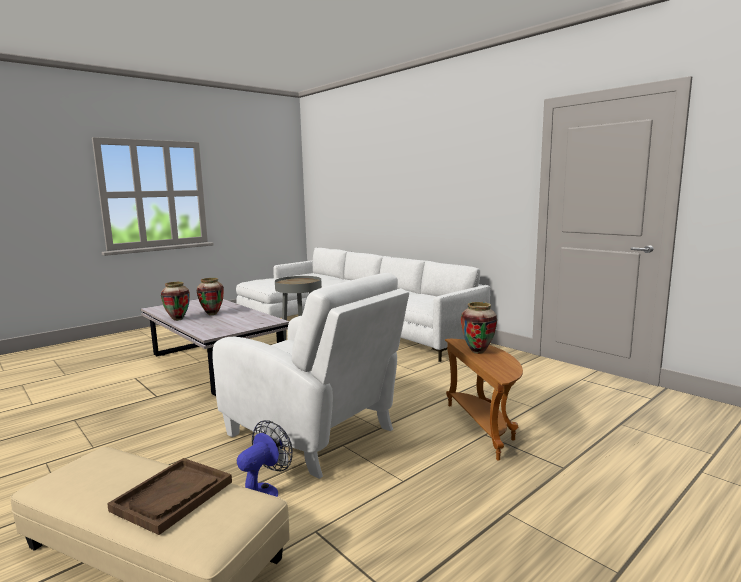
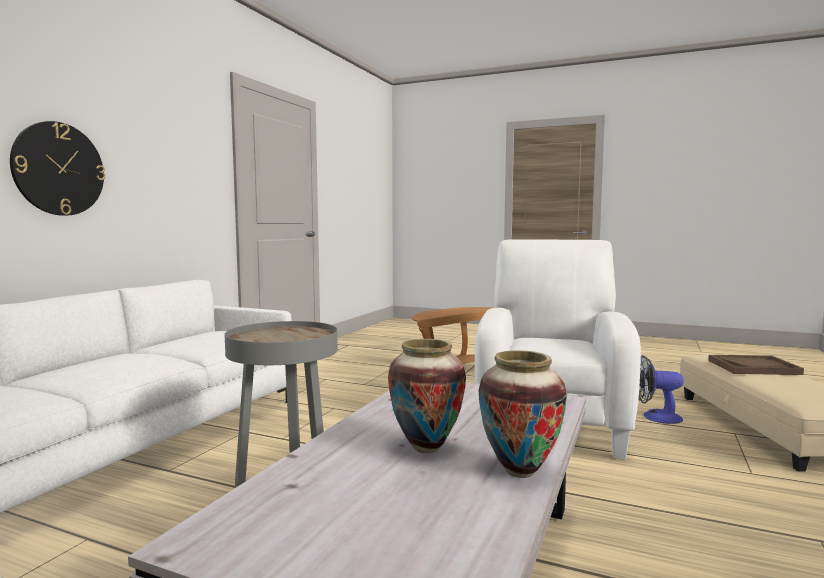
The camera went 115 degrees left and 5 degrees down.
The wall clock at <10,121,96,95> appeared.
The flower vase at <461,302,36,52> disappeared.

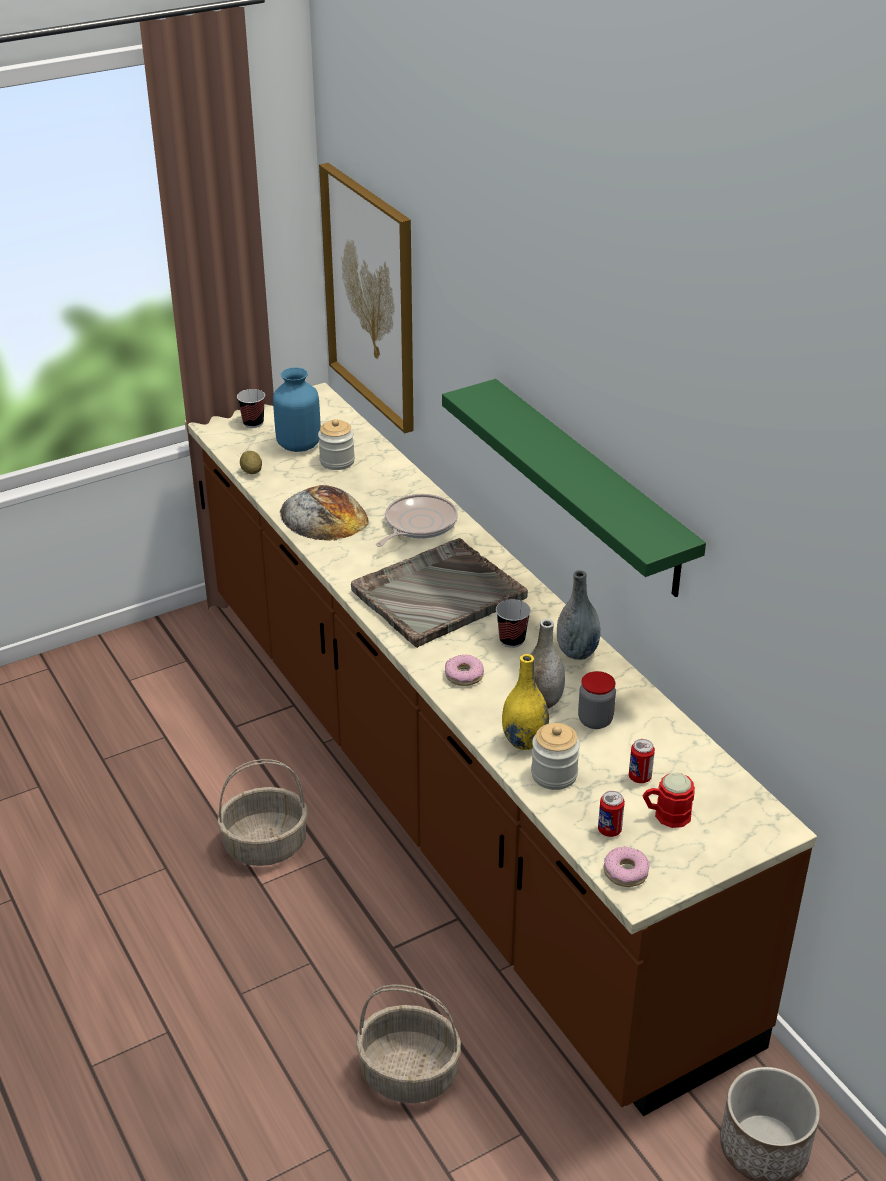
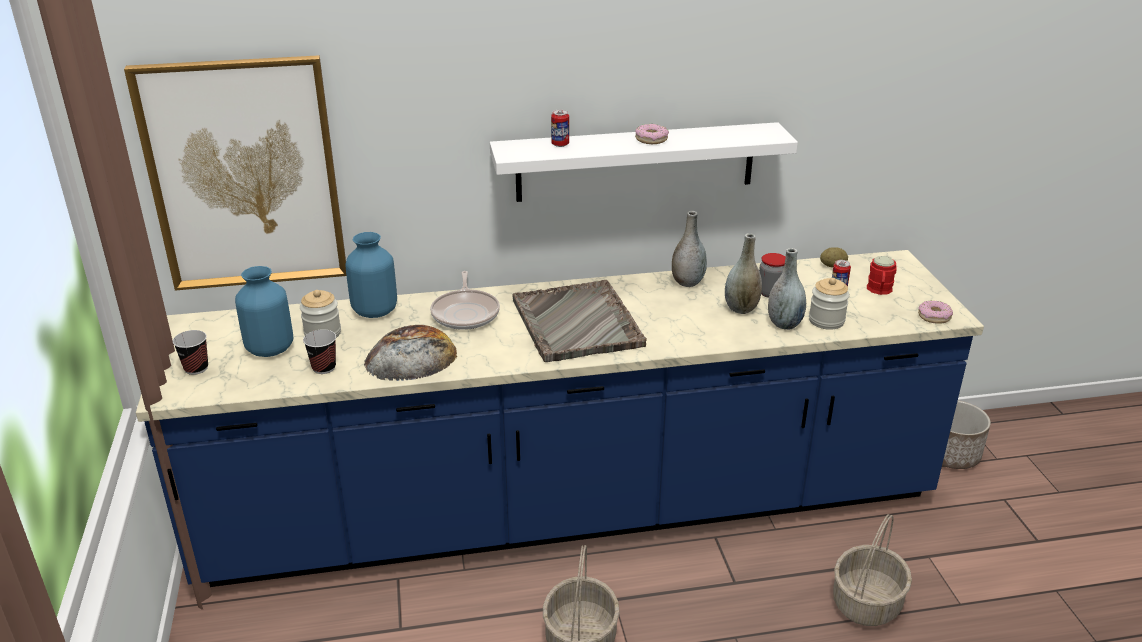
The camera went 70 degrees left and 5 degrees down.
The kitchen counter in brownish at <185,383,632,733> became the kitchen counter in bluish at <136,250,848,337>.
The cup moved from <496,599,35,49> to <303,329,33,45>.
The flower vase in bluish at <346,232,51,86> appeared.
The frying pan at <376,494,82,53> turned 150 degrees counterclockwise.
The bracket shelf in green-coloured at <442,379,264,218> became the bracket shelf in white-coloured at <490,122,308,80>.
The metal can moved from <598,791,27,46> to <551,110,18,37>.
The donut moved from <445,654,39,32> to <635,124,34,20>.
The flower vase in yellow at <502,654,47,96> became the flower vase in gray at <768,248,38,82>.
The spud moved from <240,451,22,23> to <820,247,28,20>.

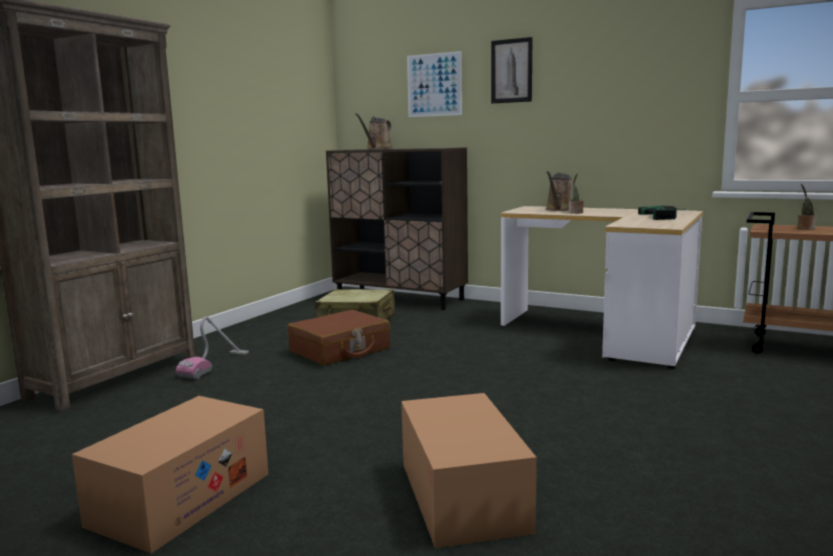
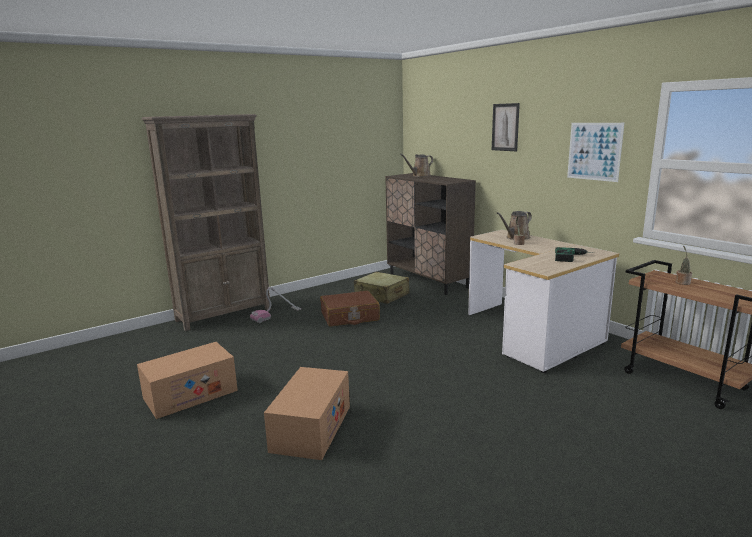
The camera went 25 degrees right and 5 degrees up.
The wall art moved from <407,51,55,66> to <567,123,57,59>.

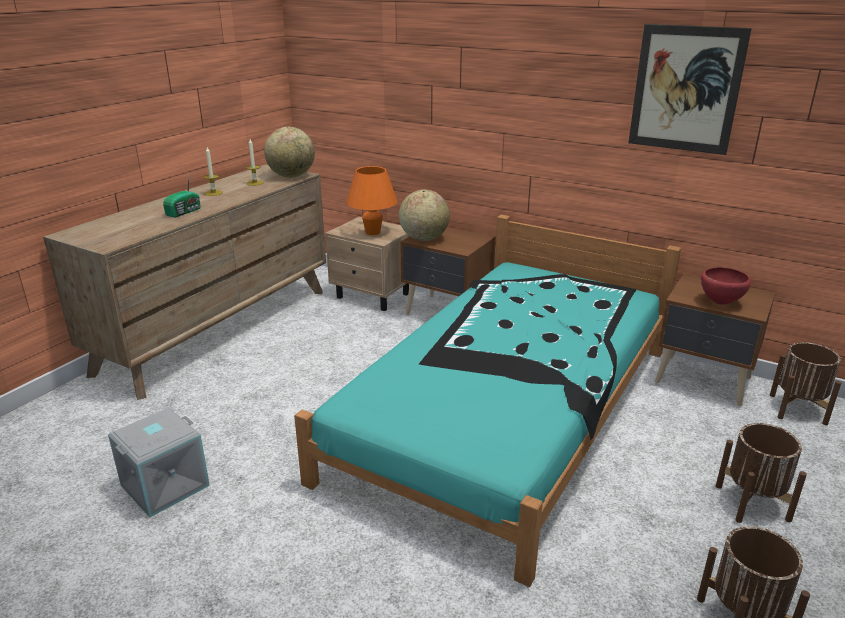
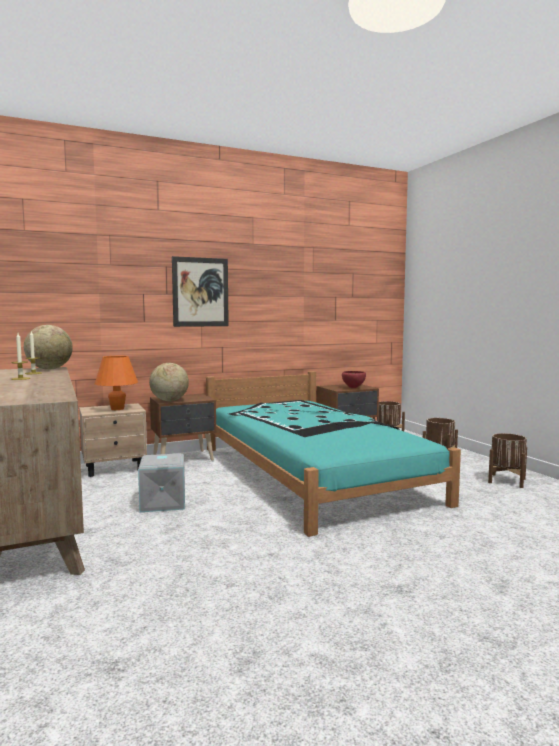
The camera went 55 degrees left and 20 degrees down.
The storage bin in gray moved from <108,408,102,110> to <138,453,47,60>.
The wall art moved from <628,24,124,131> to <172,256,57,71>.
The radio at <163,176,38,42> disappeared.

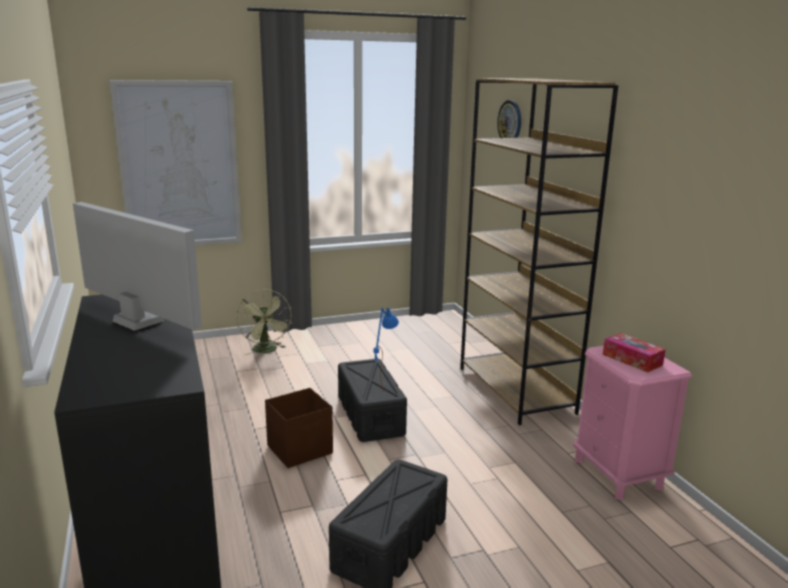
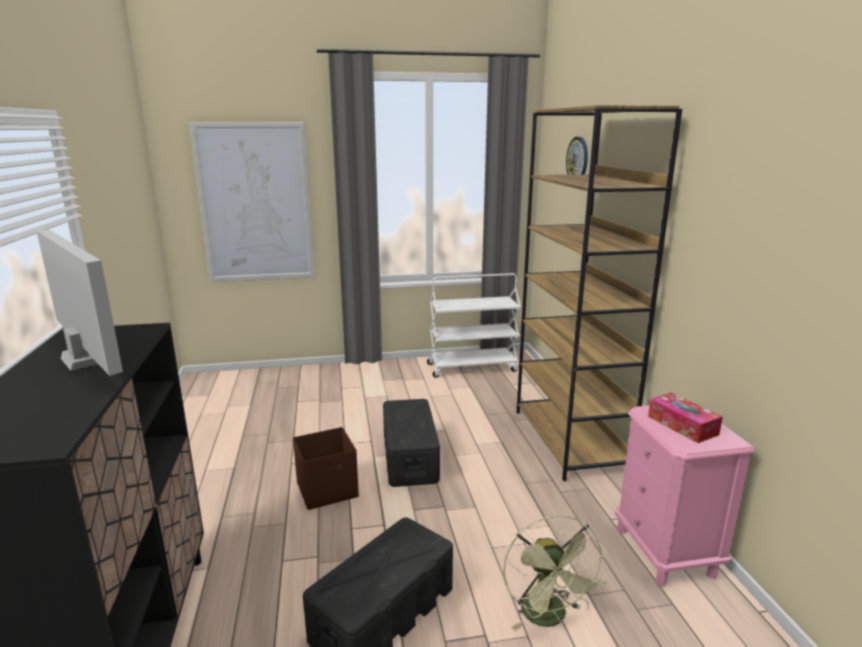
The camera went 10 degrees right and 0 degrees up.
The trolley in white-coloured at <427,273,94,105> appeared.
The cooling fan in green-coloured moved from <236,289,55,66> to <503,515,105,116>.
The tabletop lamp in bluish at <374,307,25,84> disappeared.

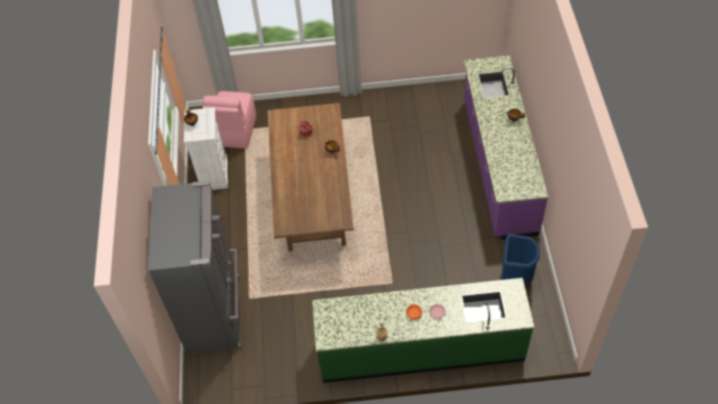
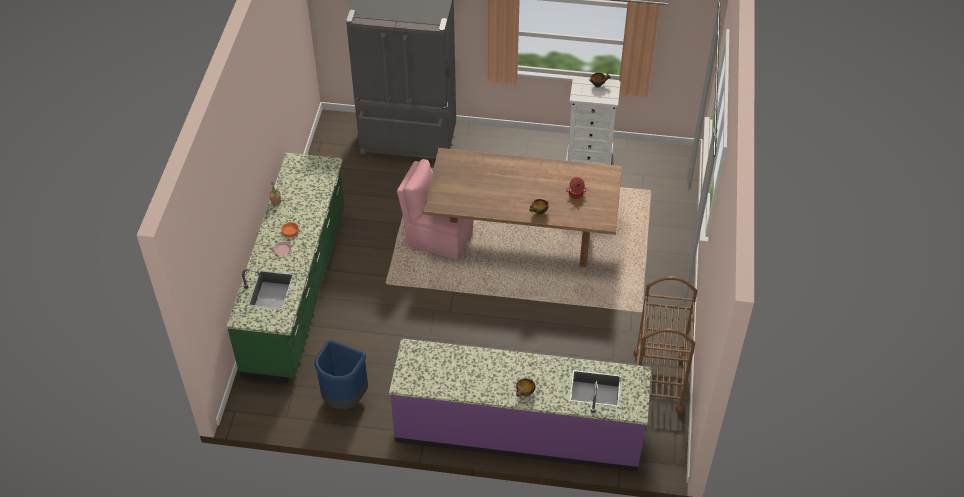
The camera went 100 degrees right and 5 degrees down.
The upright chair in pink moved from <203,91,53,57> to <397,159,76,101>.
The trolley in brownish at <633,276,64,138> appeared.

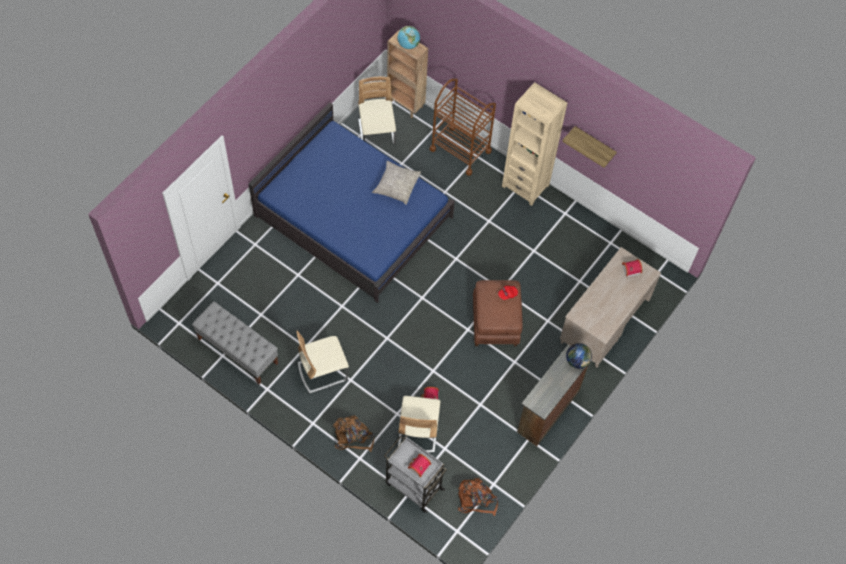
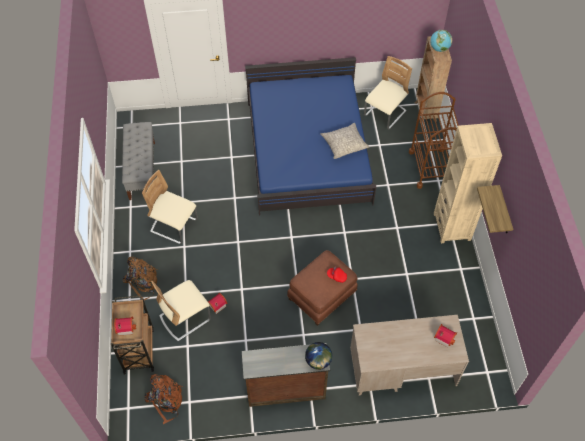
The camera went 50 degrees right and 5 degrees down.
The trolley in gray at <384,436,63,76> became the trolley in brownish at <111,295,43,80>.

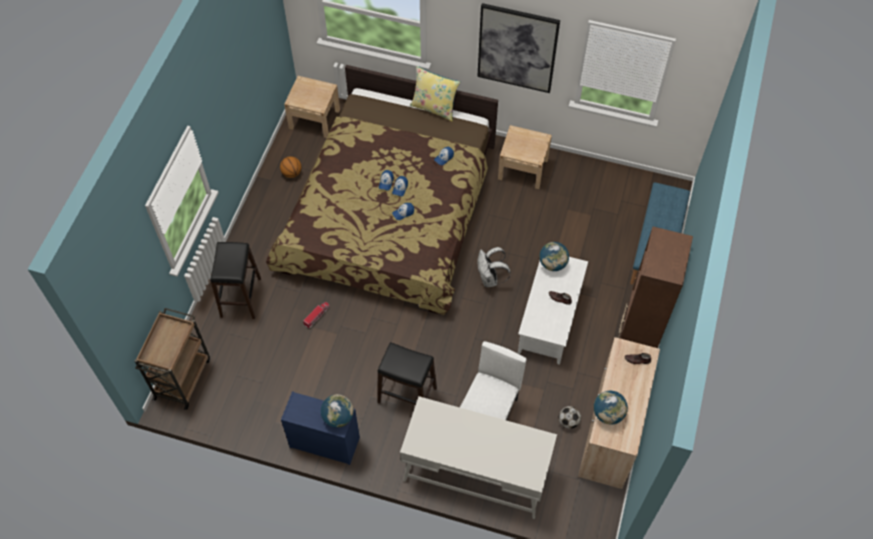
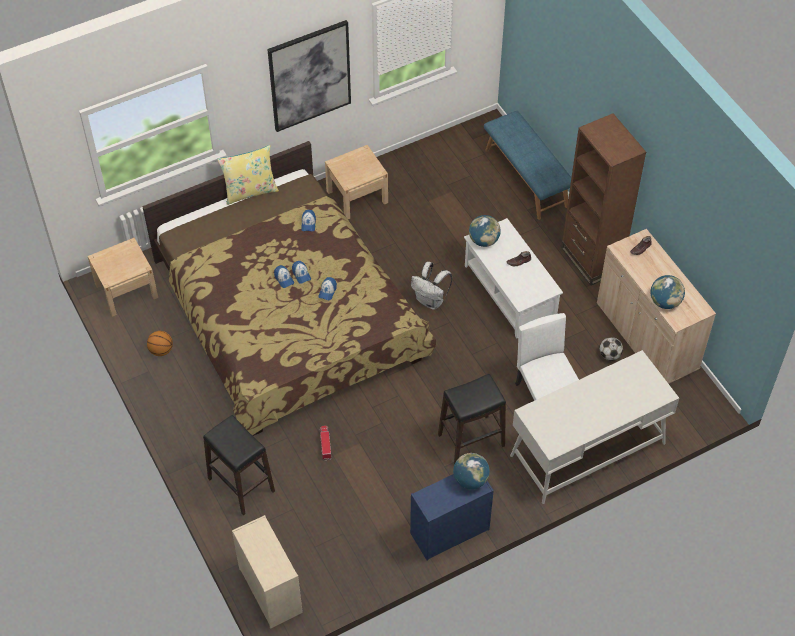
The camera went 45 degrees left and 5 degrees down.
The trolley in brownish at <135,308,75,102> was replaced by the dresser in beige-coloured at <232,515,71,113>.

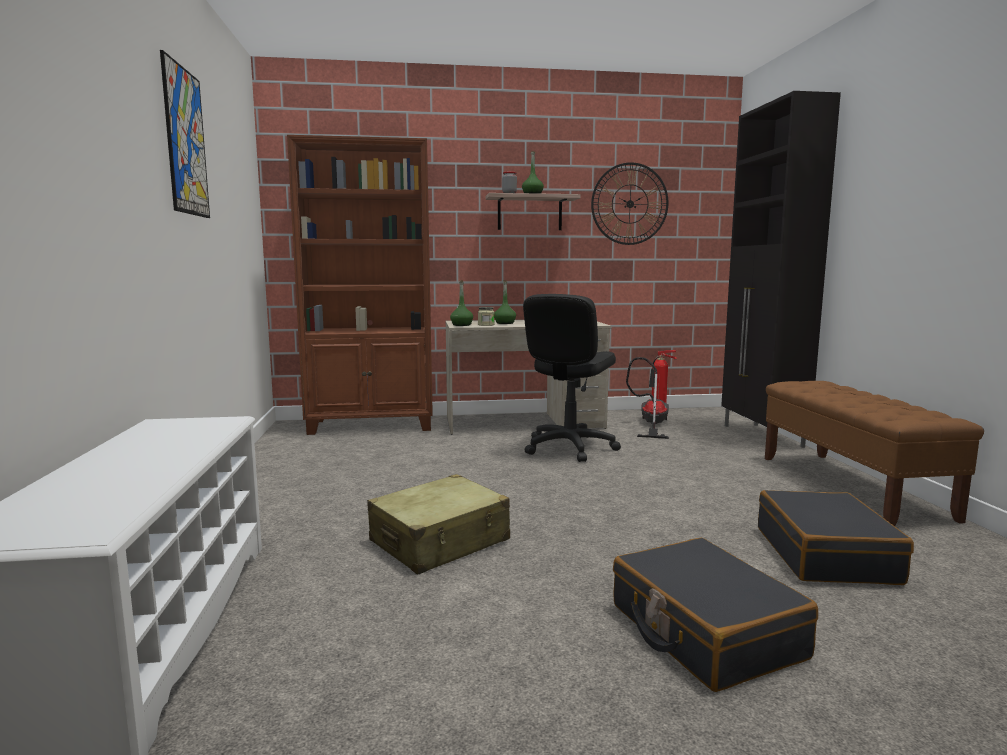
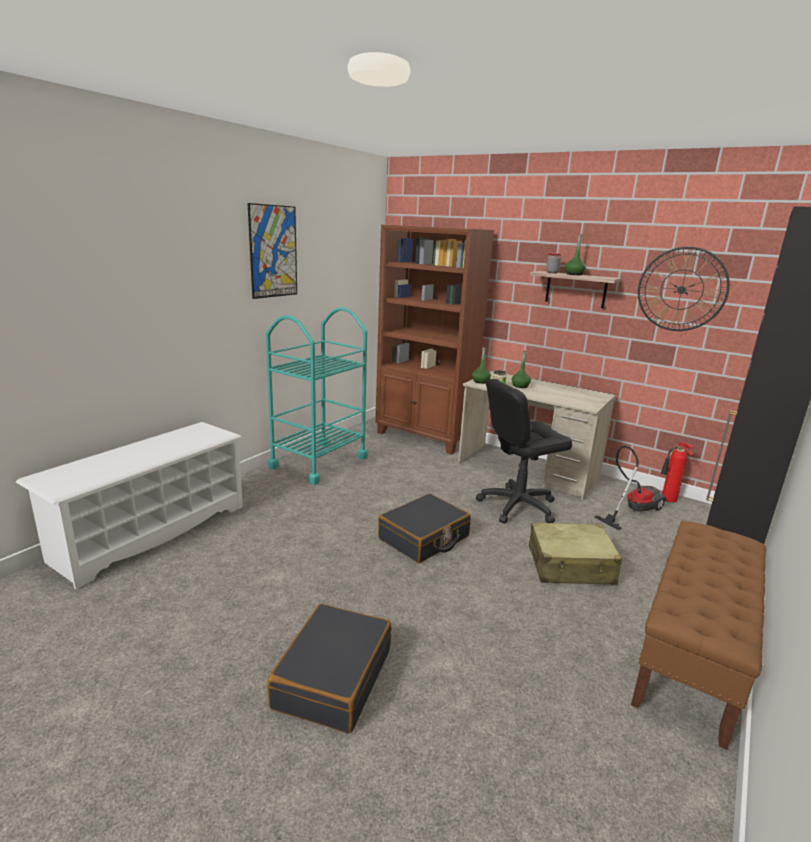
The camera went 40 degrees right and 10 degrees up.
The trolley in blue-green at <266,307,102,178> appeared.
The piece of luggage in black moved from <758,490,156,95> to <378,494,93,69>.
The piece of luggage in beige-coloured moved from <367,474,143,100> to <529,523,93,62>.

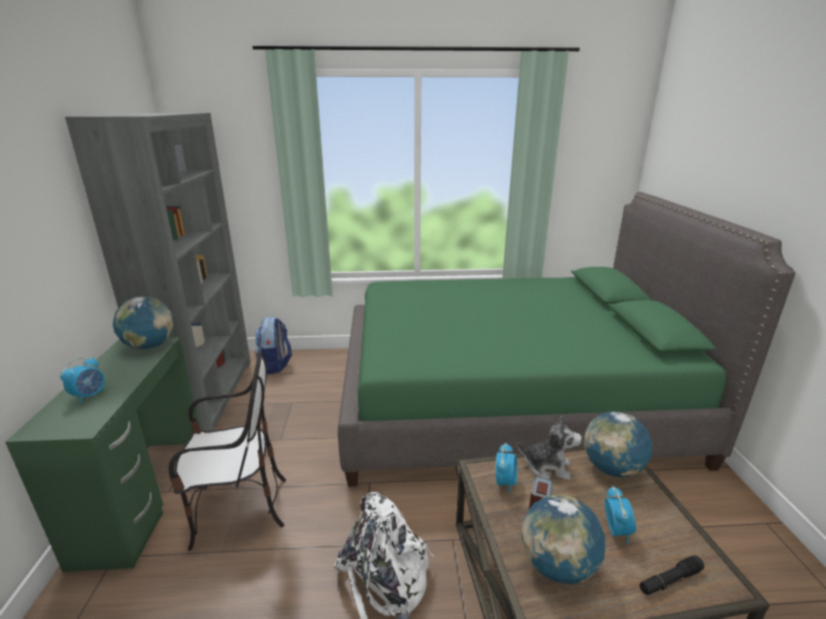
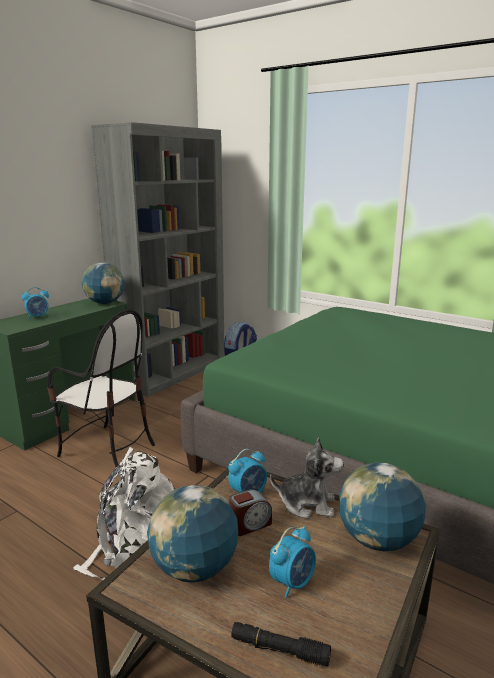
The camera went 40 degrees right and 5 degrees down.
The plush toy at <517,416,65,64> turned 45 degrees counterclockwise.

